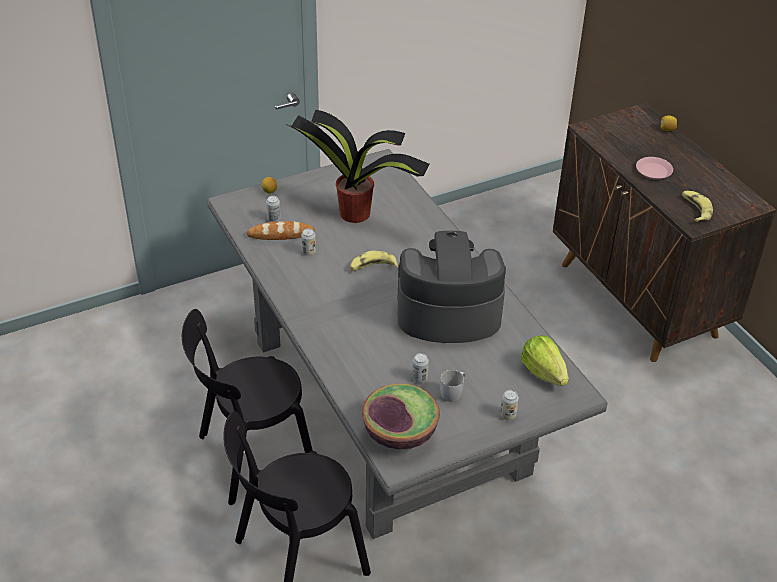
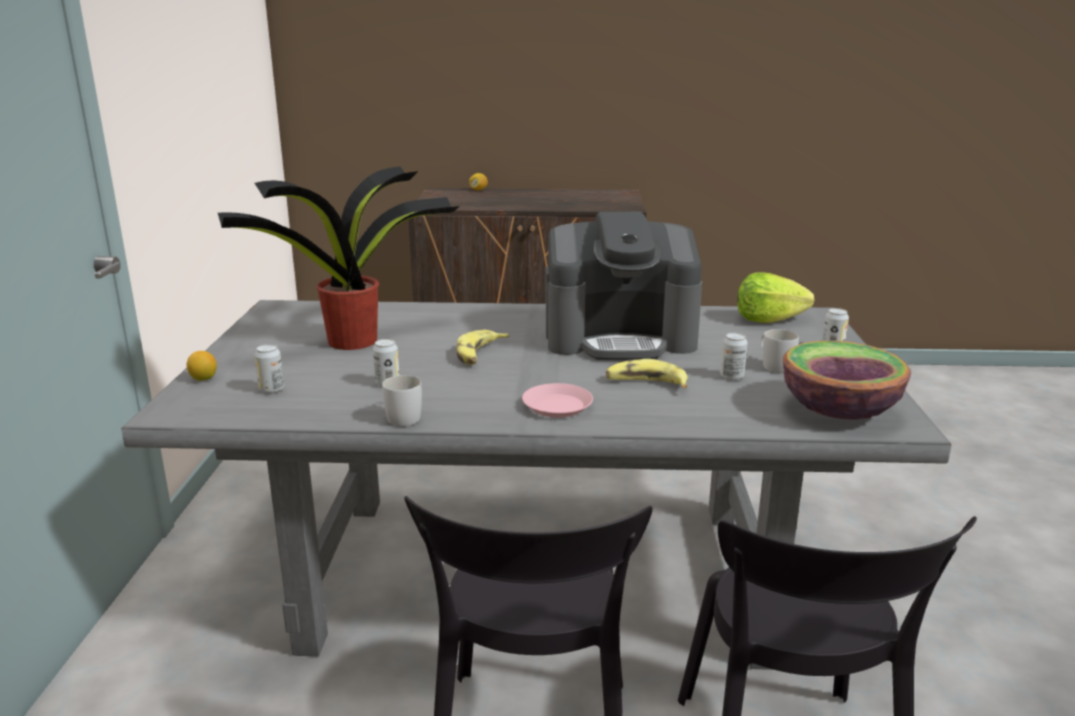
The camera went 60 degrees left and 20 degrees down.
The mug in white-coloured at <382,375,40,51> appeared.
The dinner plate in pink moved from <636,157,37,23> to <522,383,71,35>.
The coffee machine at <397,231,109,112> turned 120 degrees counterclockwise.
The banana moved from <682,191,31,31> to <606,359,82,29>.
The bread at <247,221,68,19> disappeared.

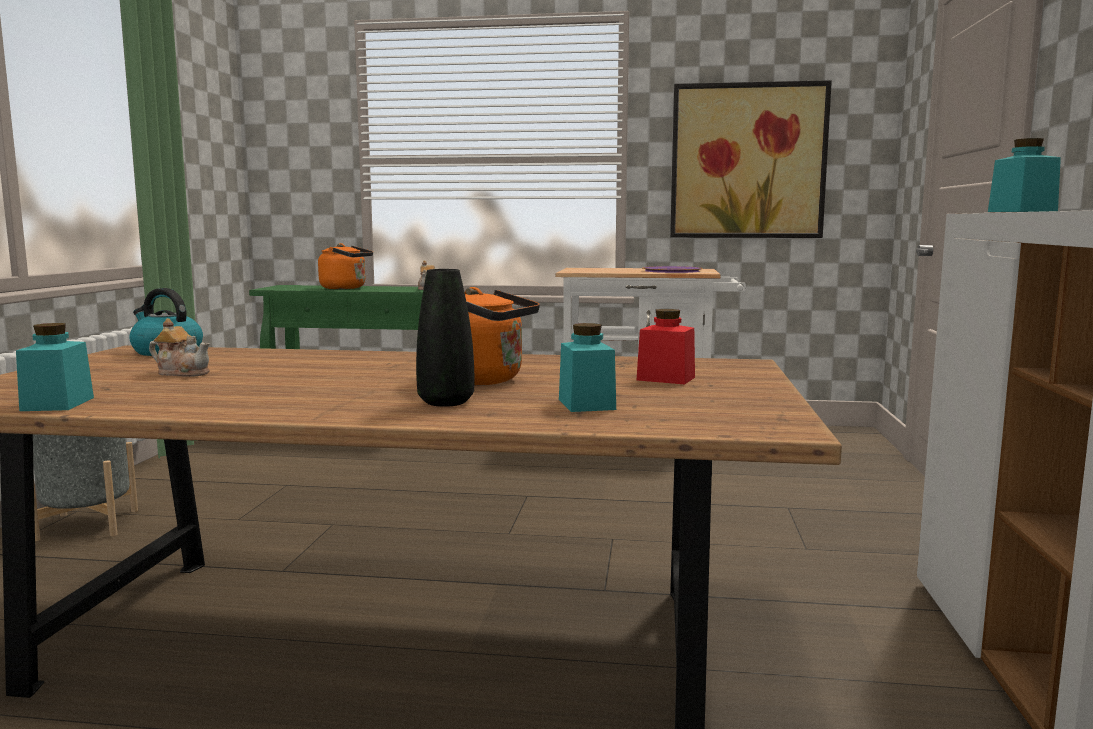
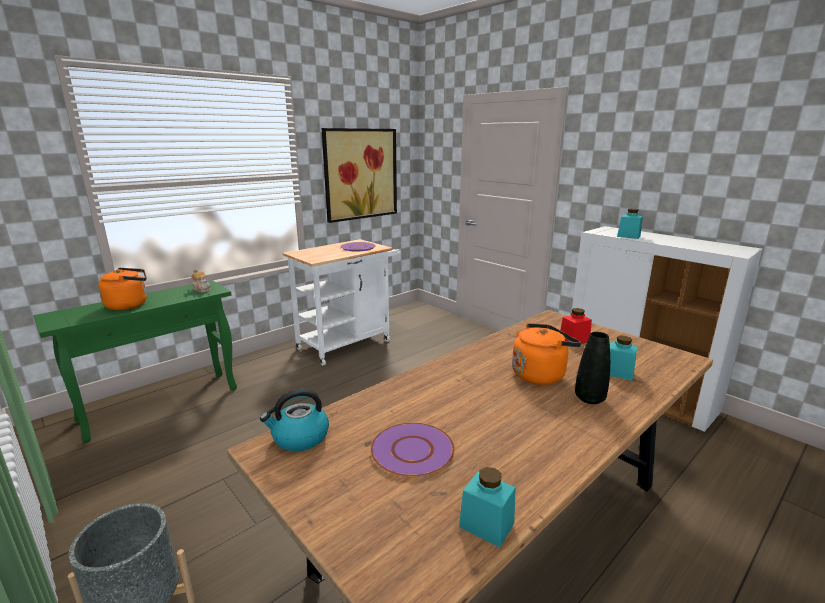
The camera went 50 degrees left and 10 degrees up.
The pot for tea at <149,318,61,59> was replaced by the dinner plate in purplish at <370,423,85,55>.

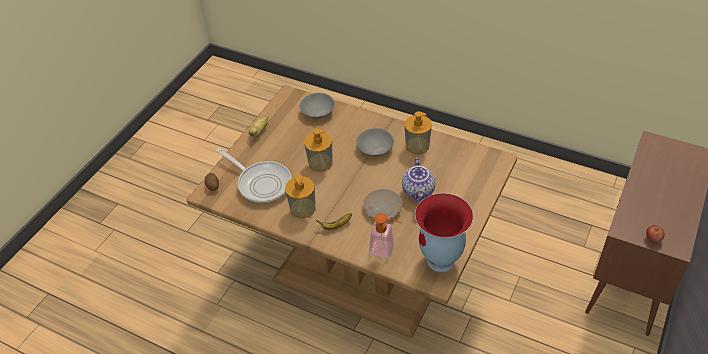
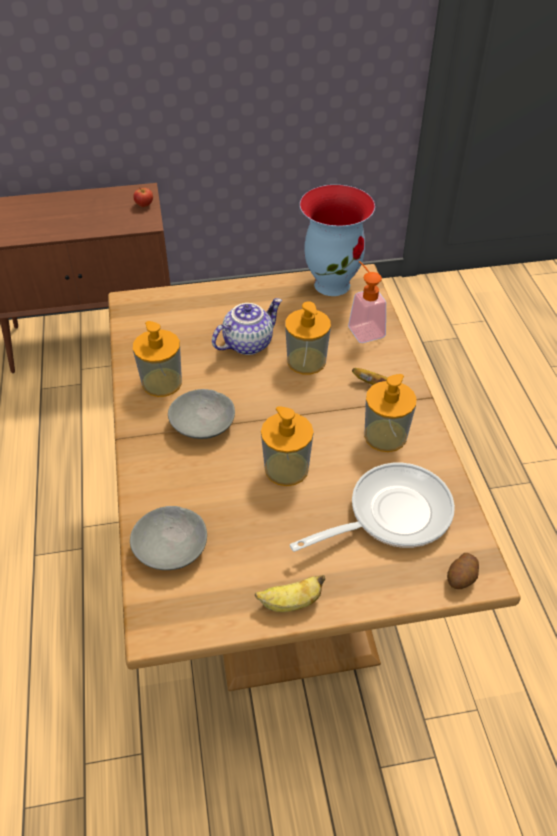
The camera went 130 degrees left and 0 degrees up.
The dinner plate in beige-coloured at <363,189,40,30> was replaced by the soap dispenser at <285,301,46,74>.
The frying pan at <216,148,76,55> turned 60 degrees clockwise.

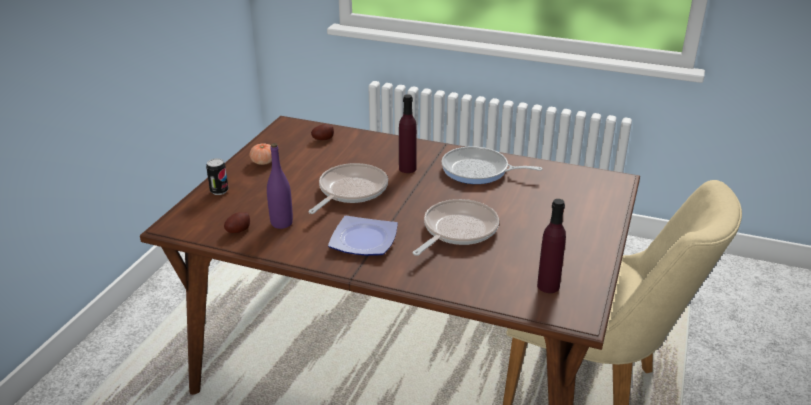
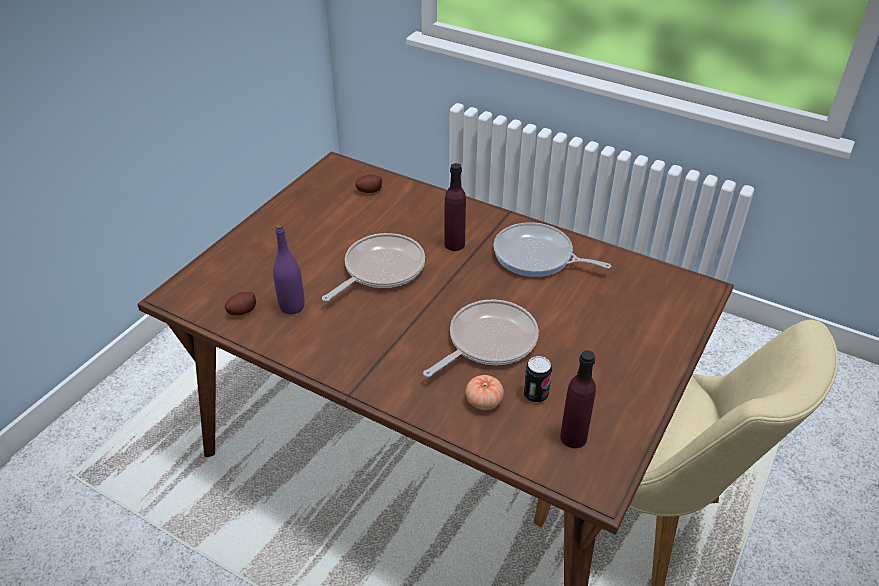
The camera went 10 degrees right and 10 degrees up.
The fresh tomato moved from <249,143,23,22> to <465,375,39,35>.
The metal can moved from <206,158,22,37> to <524,356,28,47>.
The dinner plate at <328,216,70,40> disappeared.

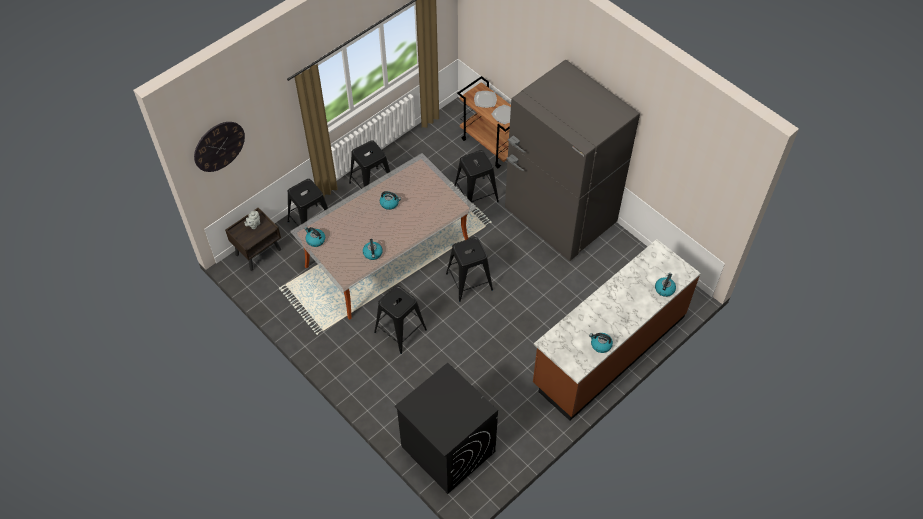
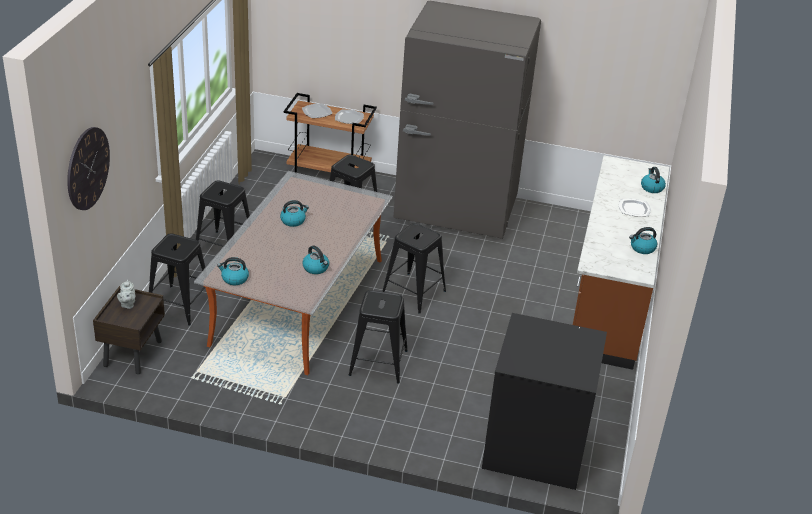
The camera went 35 degrees left and 20 degrees down.
The dinner plate at <619,199,32,18> appeared.

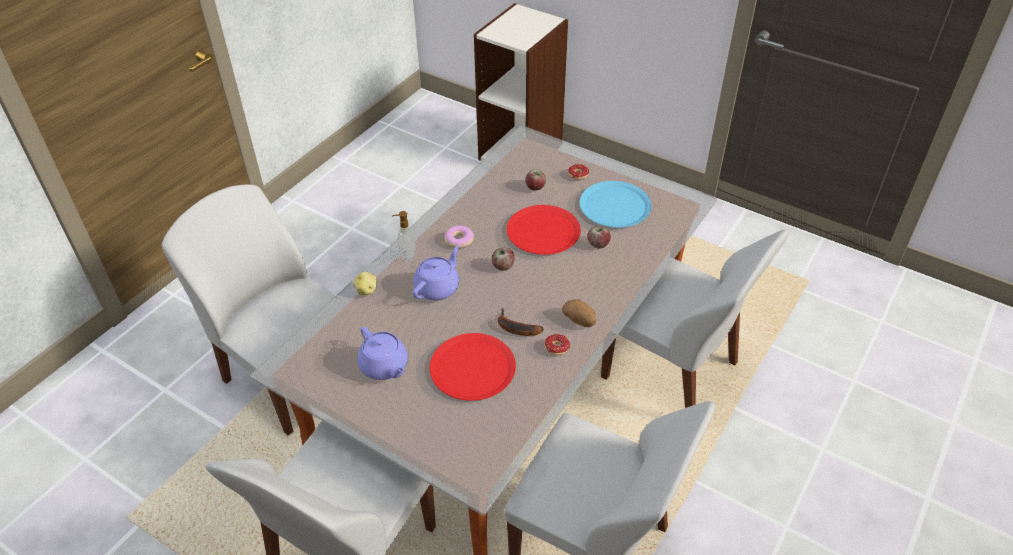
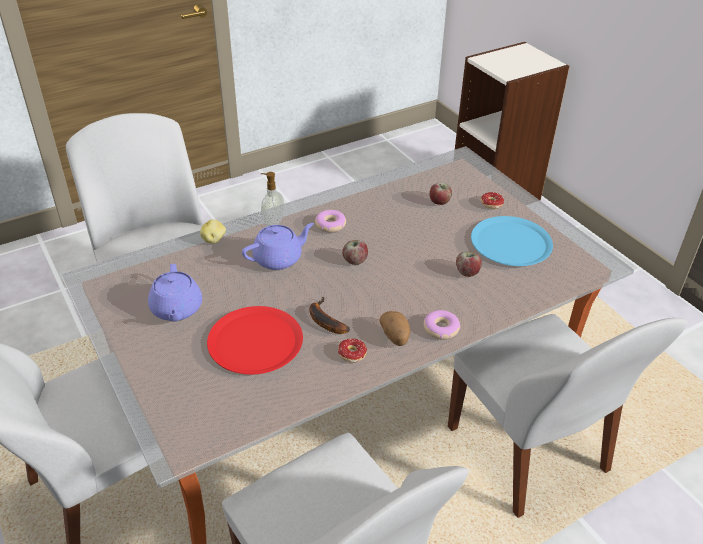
The camera went 25 degrees right and 5 degrees down.
The donut at <423,310,38,30> appeared.
The dinner plate in red at <507,205,74,50> disappeared.

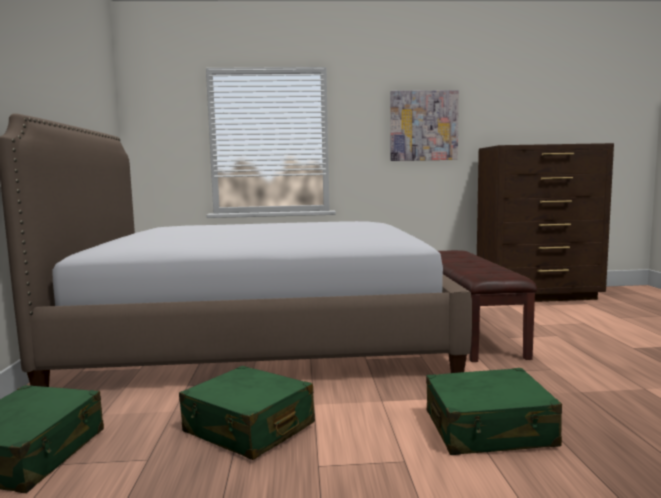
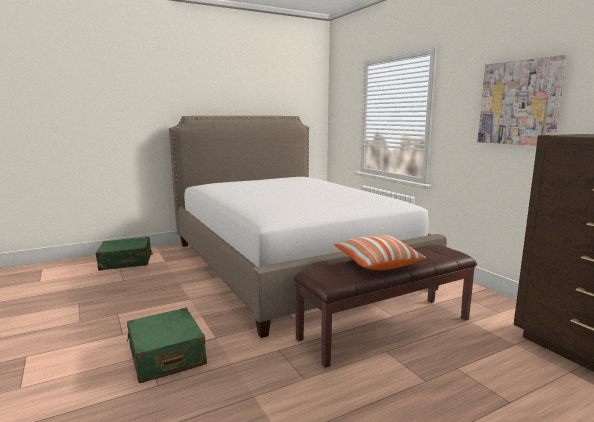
The camera went 65 degrees right and 5 degrees up.
The pillow at <334,235,92,35> appeared.
The piece of luggage in green-coloured at <179,366,136,94> disappeared.

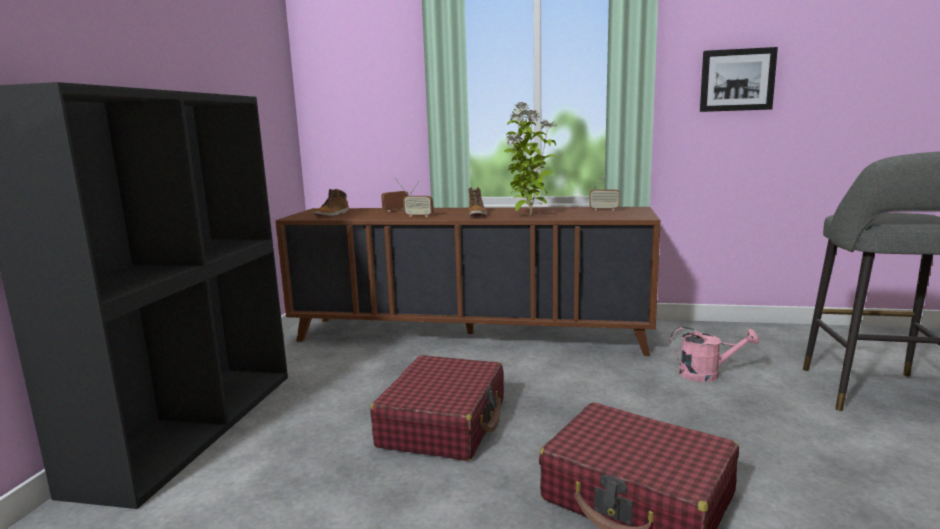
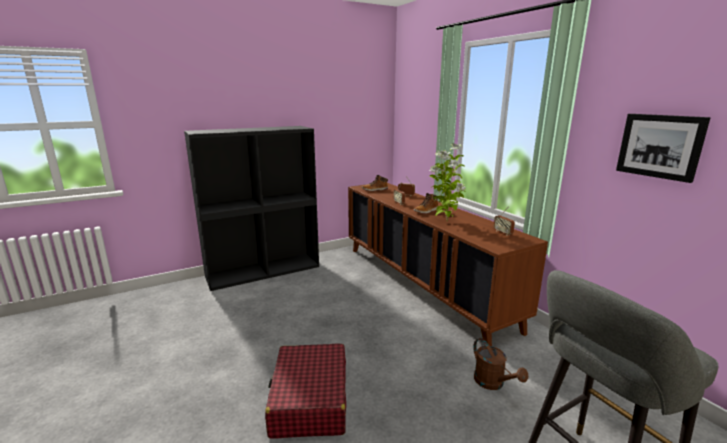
The camera went 50 degrees right and 5 degrees up.
The sprinkling can in pink at <670,327,89,55> became the sprinkling can in brownish at <473,338,55,52>.
The piece of luggage in red at <370,355,134,106> disappeared.

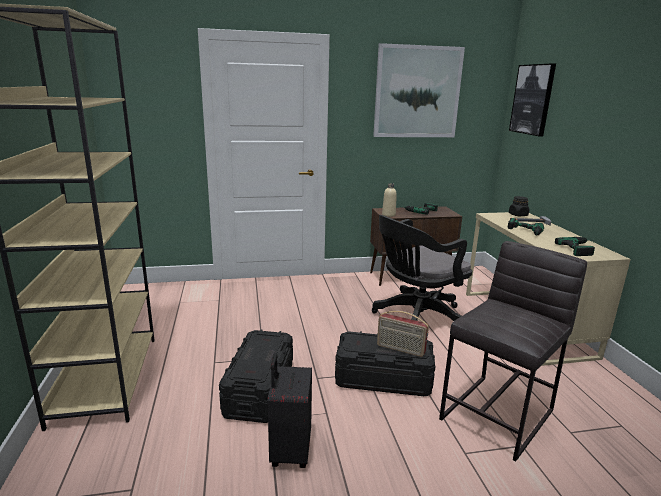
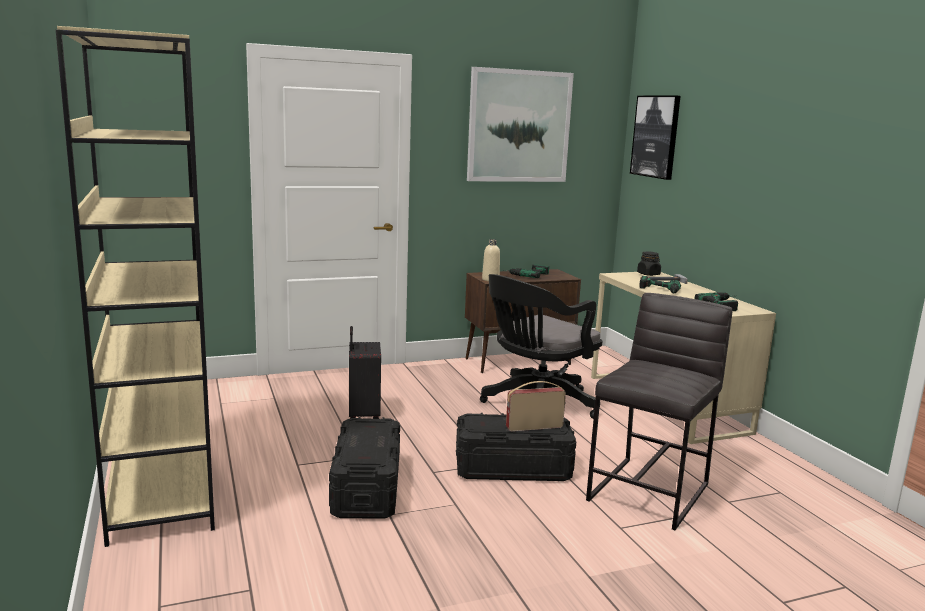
The camera went 10 degrees left and 5 degrees down.
The piece of luggage in black moved from <268,353,44,115> to <349,326,32,93>.
The radio at <377,311,52,46> turned 150 degrees clockwise.

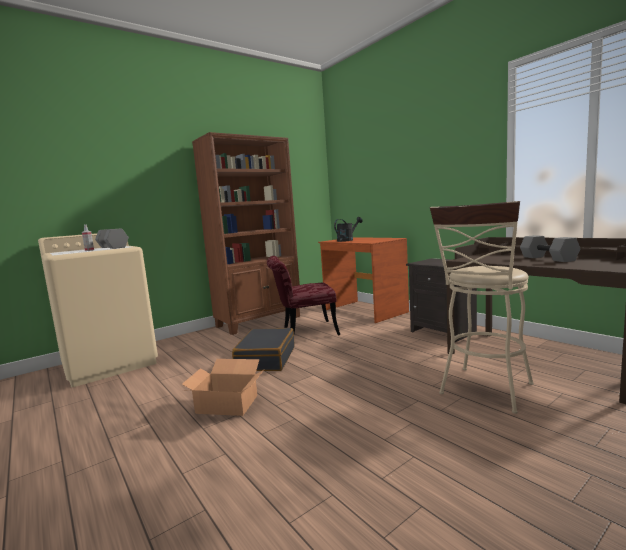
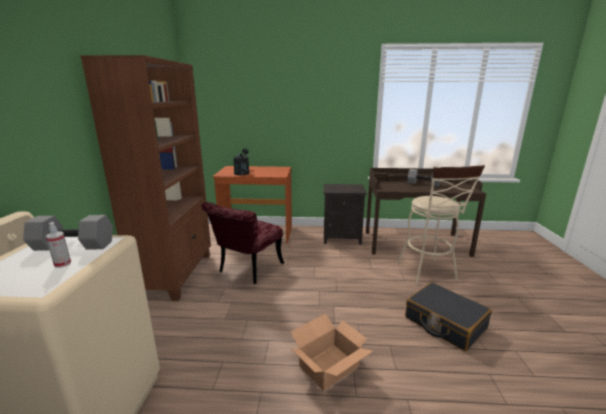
The camera went 50 degrees left and 10 degrees up.
The piece of luggage in black moved from <232,328,62,43> to <405,282,87,69>.

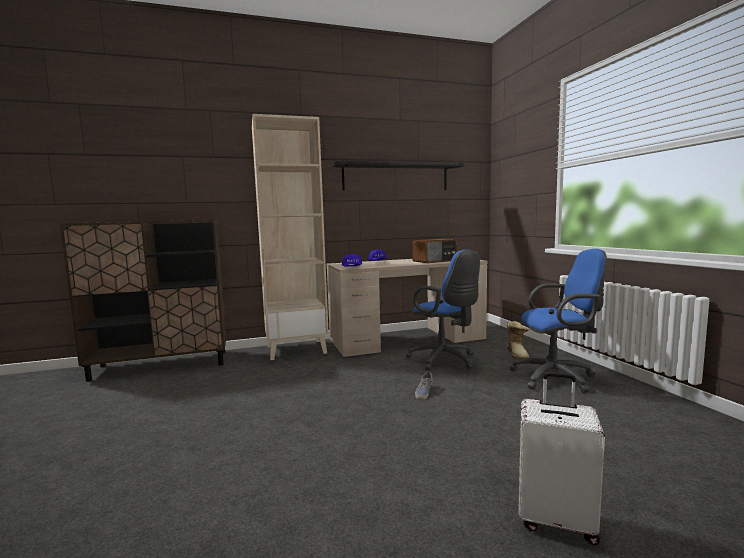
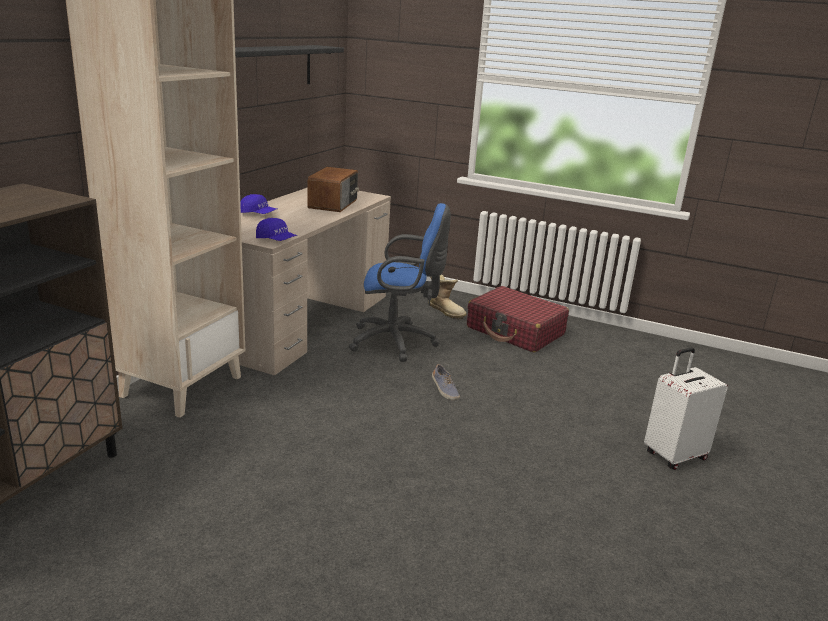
The camera went 50 degrees left and 15 degrees up.
The office chair in bluish at <509,249,98,144> was replaced by the piece of luggage in red at <467,286,102,67>.

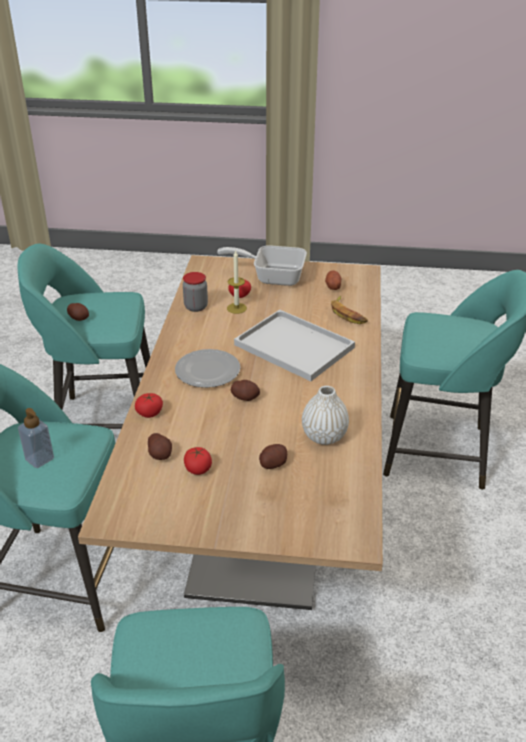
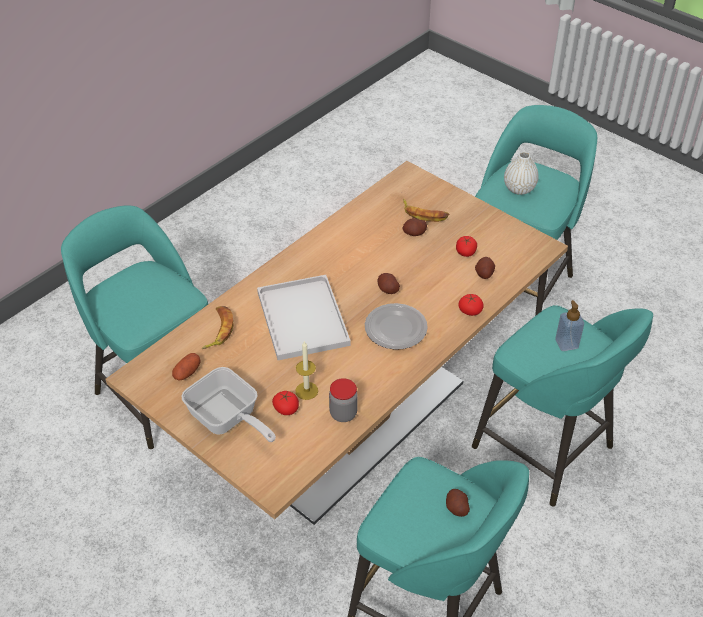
The camera went 145 degrees left and 10 degrees up.
The banana at <403,199,46,23> appeared.
The flower vase in white-coloured moved from <302,386,47,59> to <504,152,35,43>.

